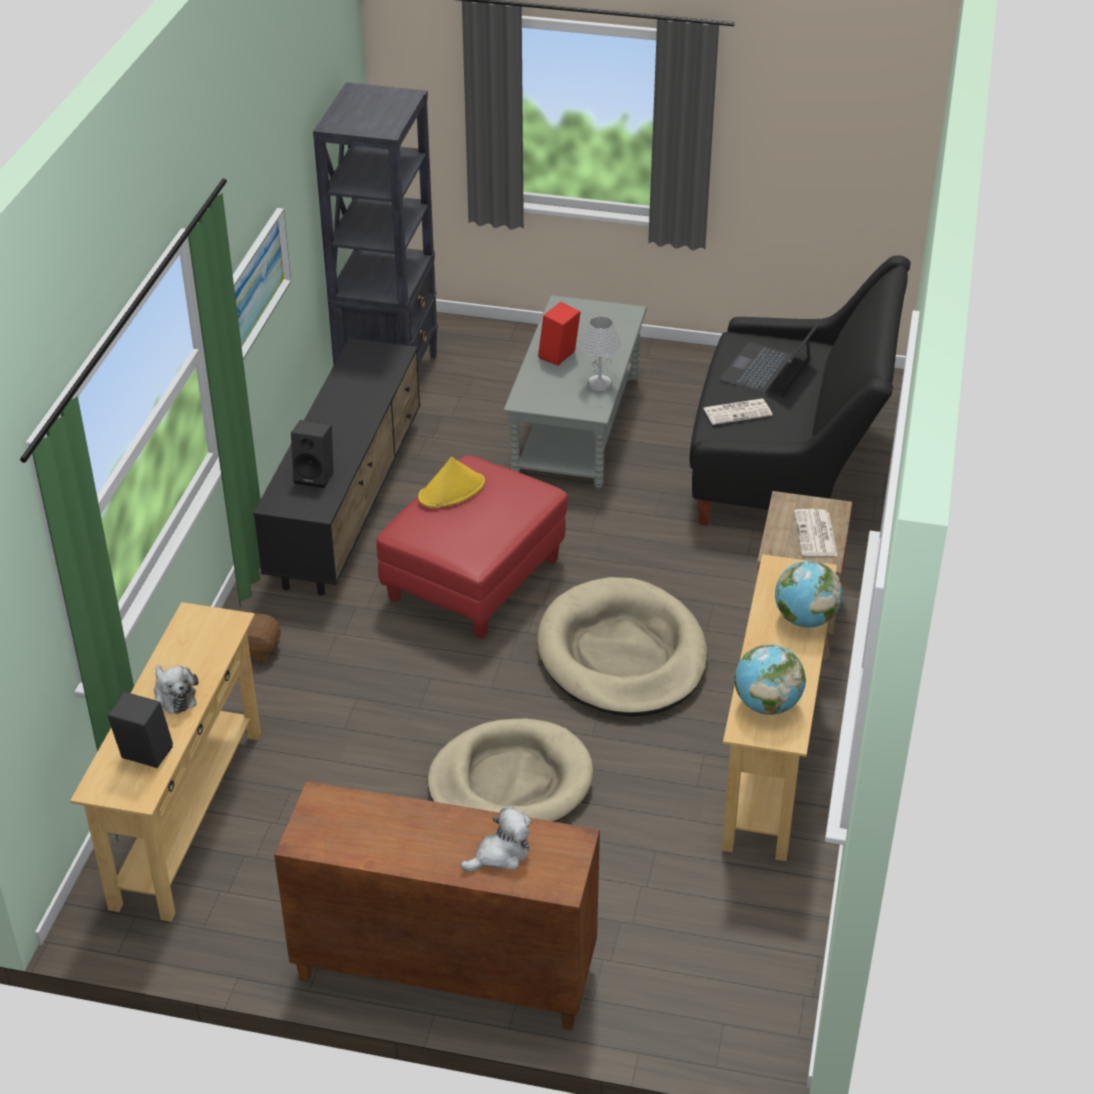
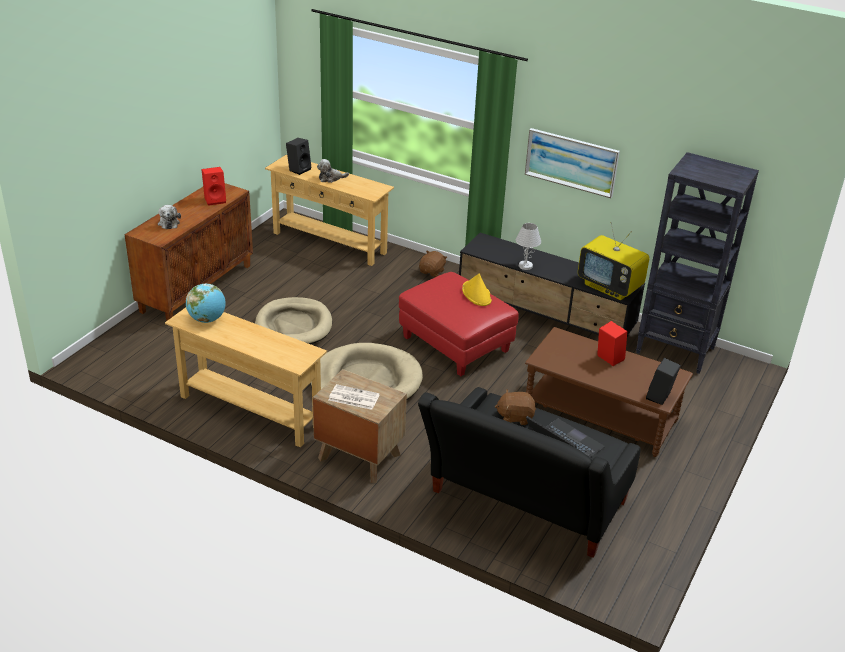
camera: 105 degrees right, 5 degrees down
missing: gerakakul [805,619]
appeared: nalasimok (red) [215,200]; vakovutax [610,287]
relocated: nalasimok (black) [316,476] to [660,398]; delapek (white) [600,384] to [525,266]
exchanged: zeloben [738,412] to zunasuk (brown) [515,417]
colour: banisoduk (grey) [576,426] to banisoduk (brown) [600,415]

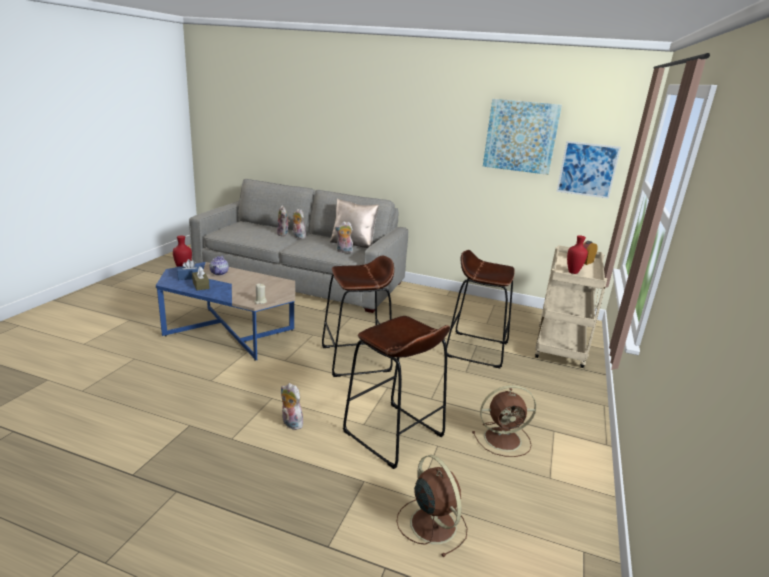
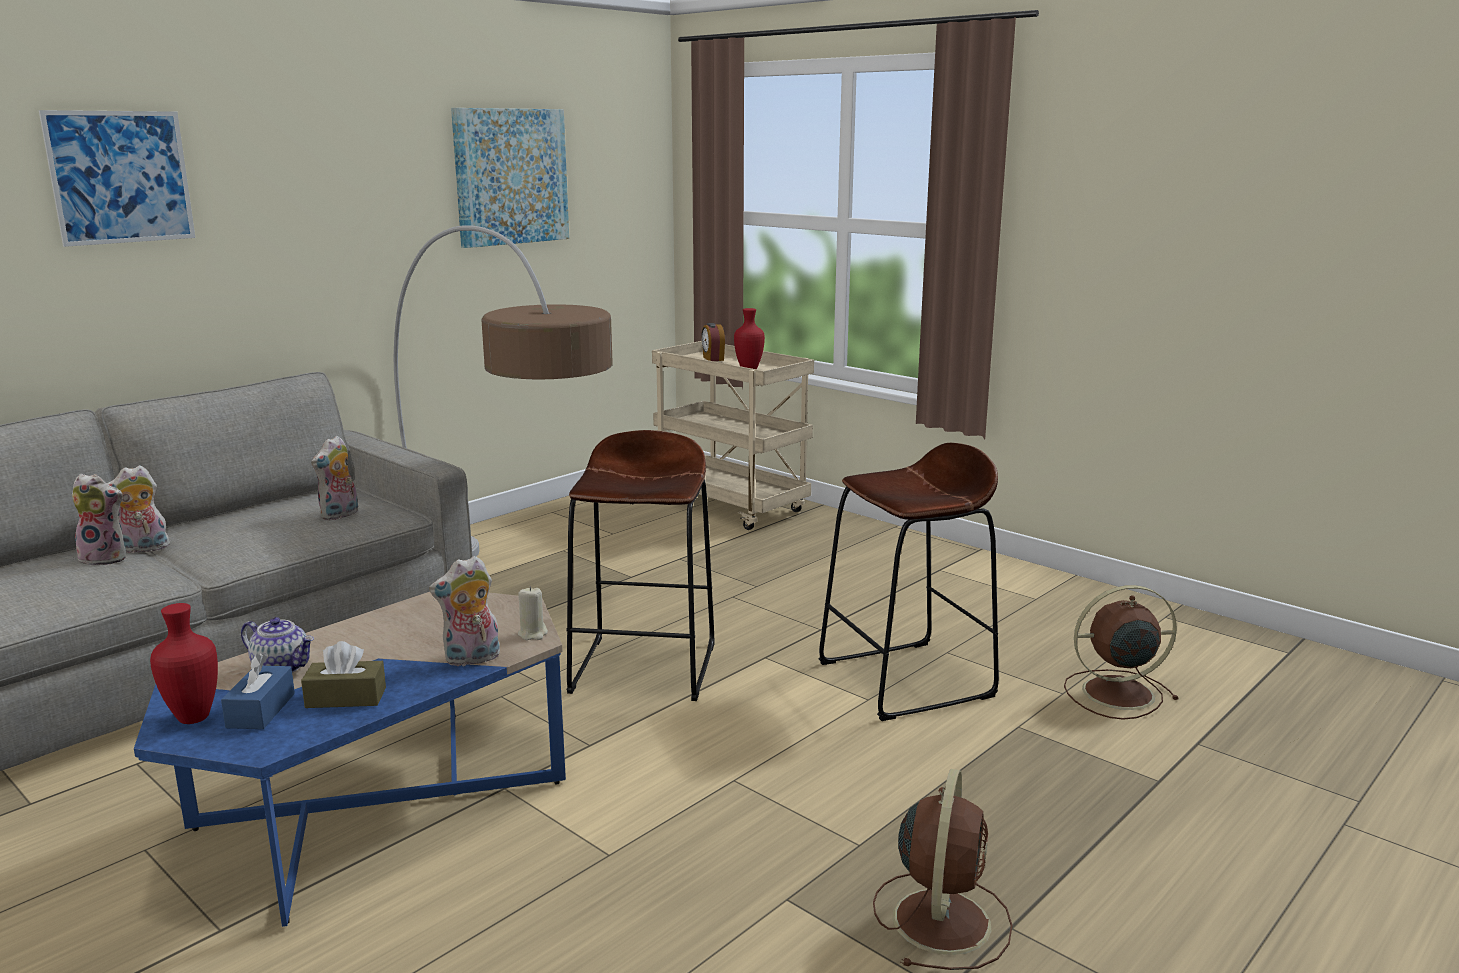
camera: 65 degrees left, 5 degrees down
missing: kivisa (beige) [353,244]; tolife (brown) [476,349]
appeared: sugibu [506,585]
relocated: zunasuk [290,424] to [471,659]; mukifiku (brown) [504,439] to [942,918]; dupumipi [587,169] to [120,177]

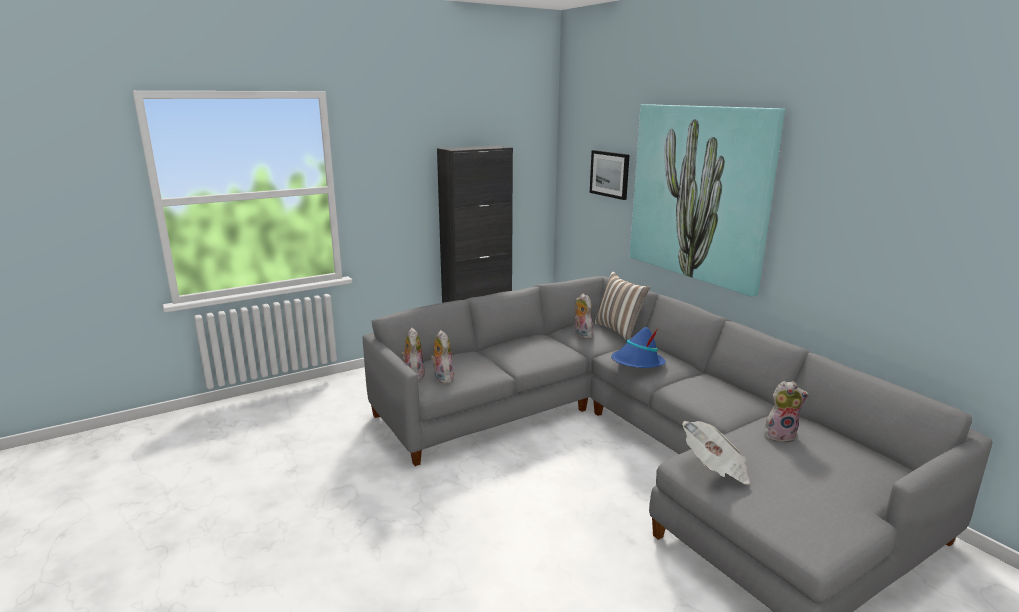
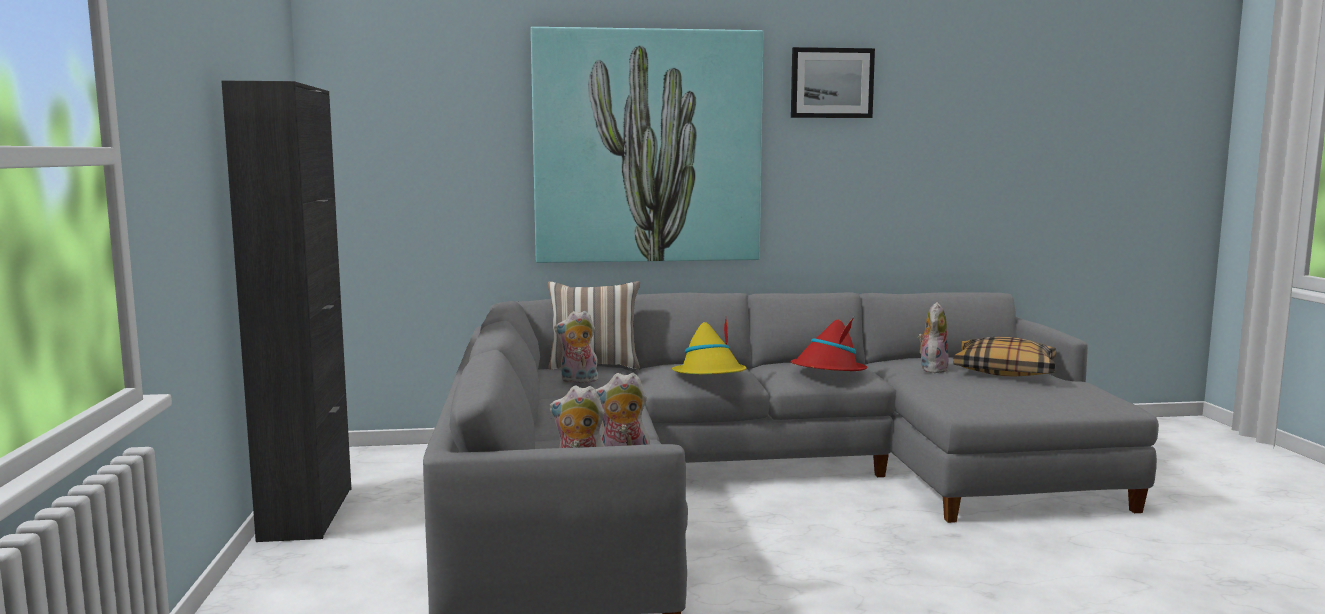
camera: 65 degrees left, 10 degrees down
missing: zeloben [715,468]
appeared: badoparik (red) [827,371]; kivisa [1004,371]
relocated: dupumipi [610,174] to [831,83]
colour: badoparik (blue) [637,363] to badoparik (yellow) [710,376]

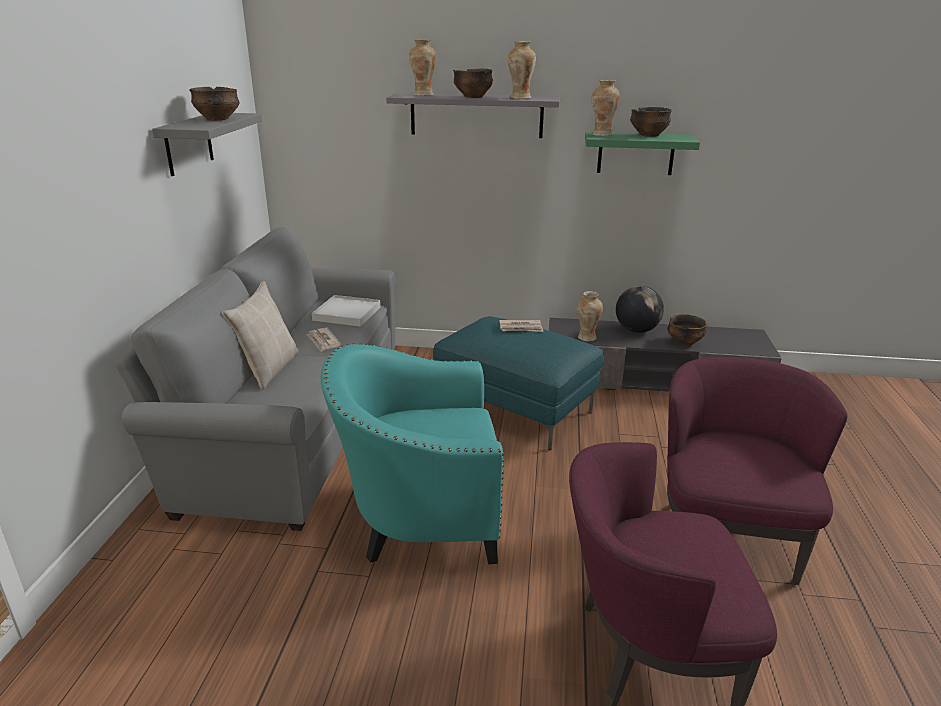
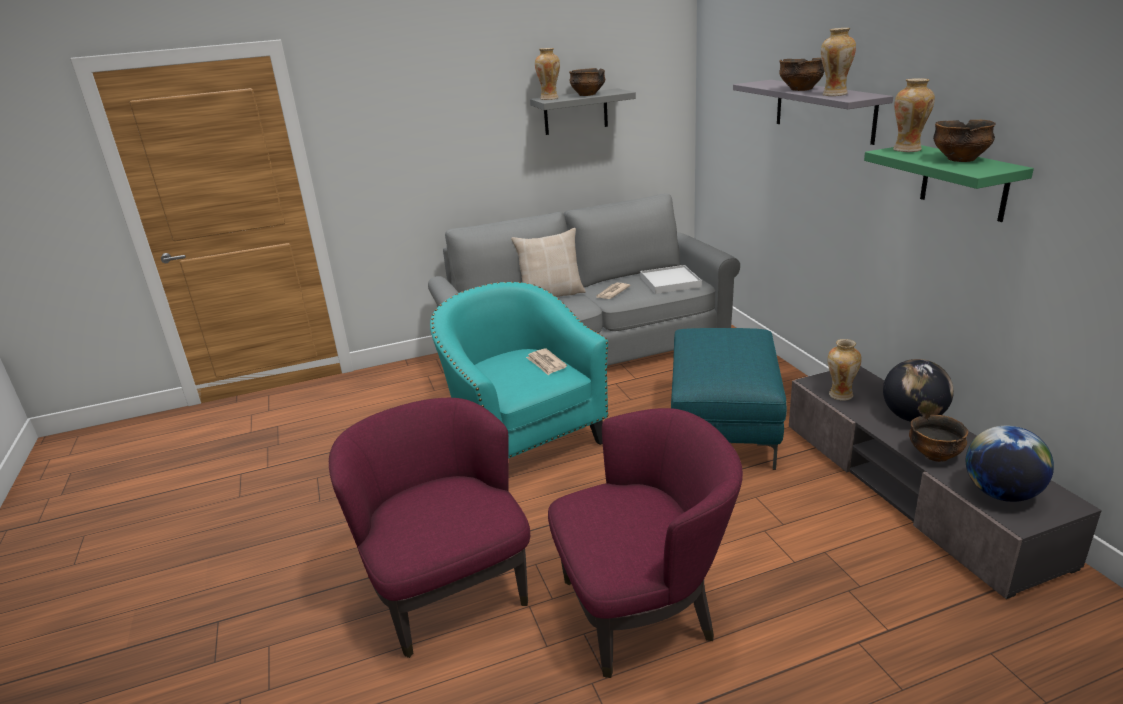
camera: 65 degrees right, 0 degrees up
appeared: gerakakul [1001,493]
relocated: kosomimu [423,95] to [550,98]; zeloben [521,328] to [546,363]

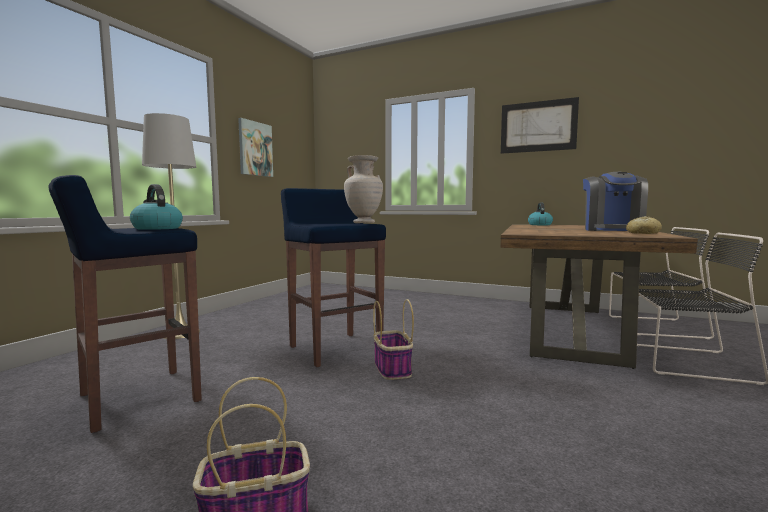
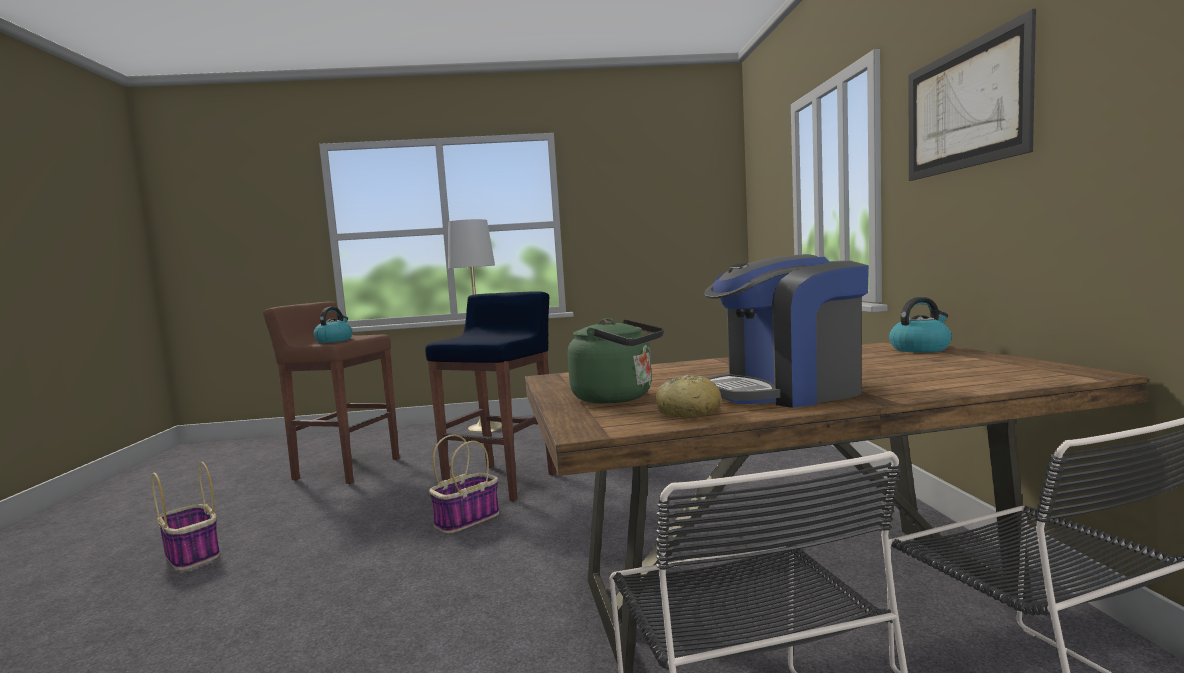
camera: 60 degrees right, 0 degrees up
missing: dupumipi [255,149]; kosomimu (beige) [364,223]
appeared: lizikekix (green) [618,398]
colour: tolife (blue) [137,398] to tolife (brown) [346,469]

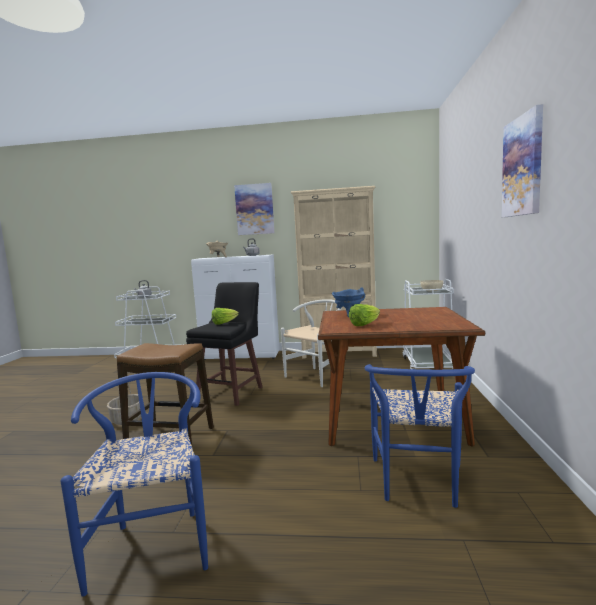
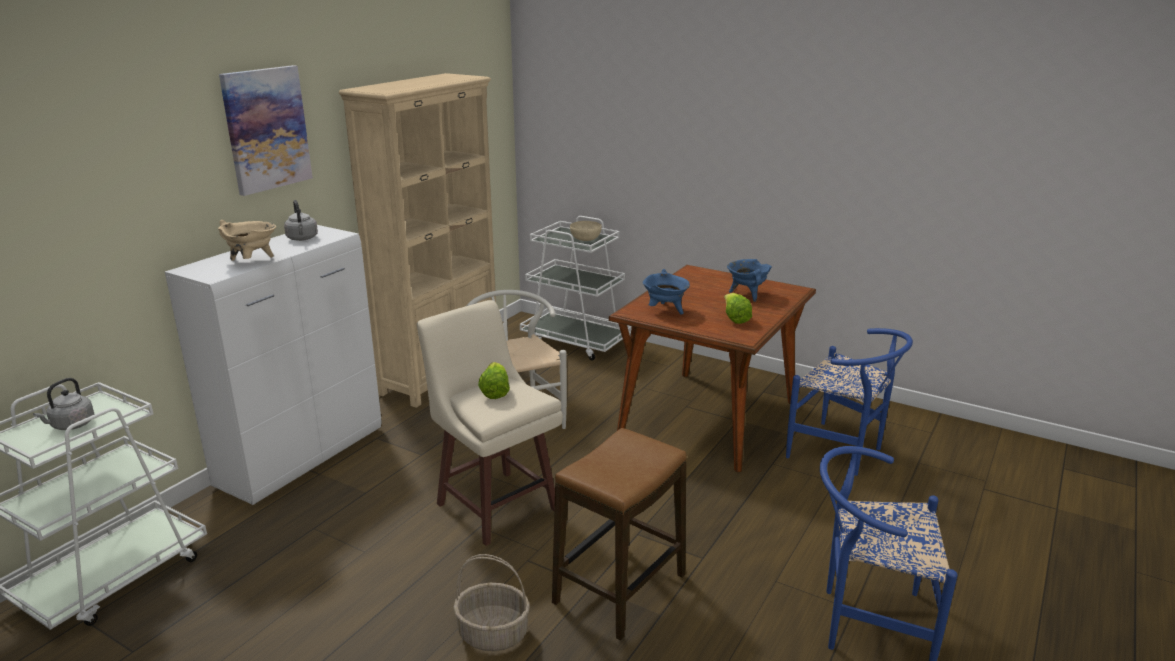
camera: 65 degrees left, 15 degrees up
missing: dupumipi [523,166]
appeared: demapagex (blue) [747,294]
colour: tolife (black) [231,393] to tolife (beige) [495,505]

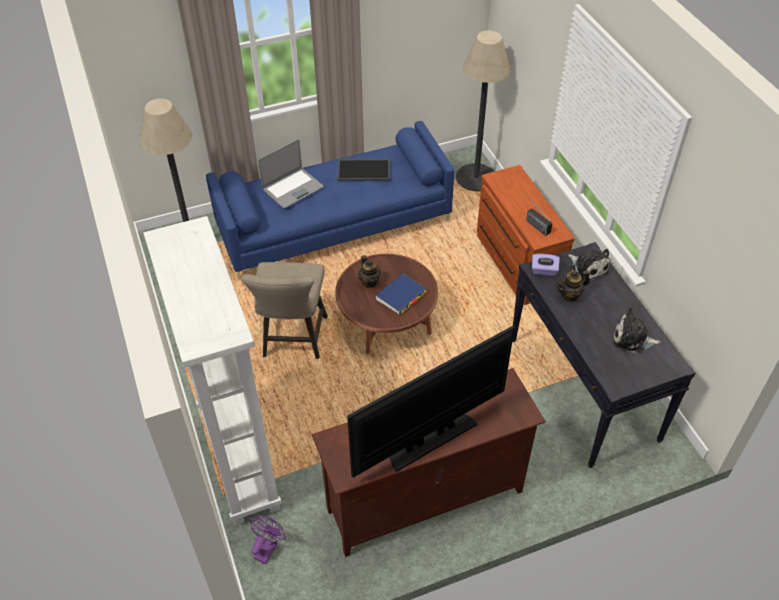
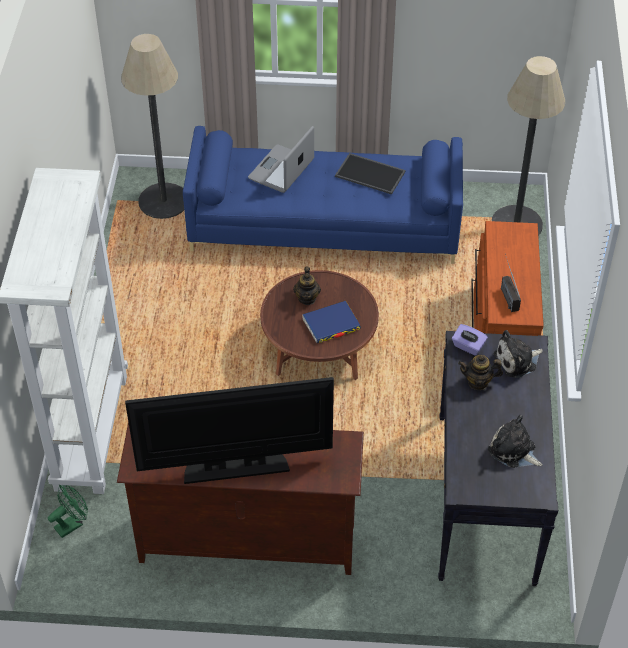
camera: 25 degrees right, 0 degrees up
missing: tolife (beige) [293,341]
colour: mukifiku (purple) [267,547] to mukifiku (green) [72,524]
spun: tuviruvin [292,188] = [282,170] 135 degrees clockwise; zunasuk [587,268] = [517,361] 75 degrees clockwise

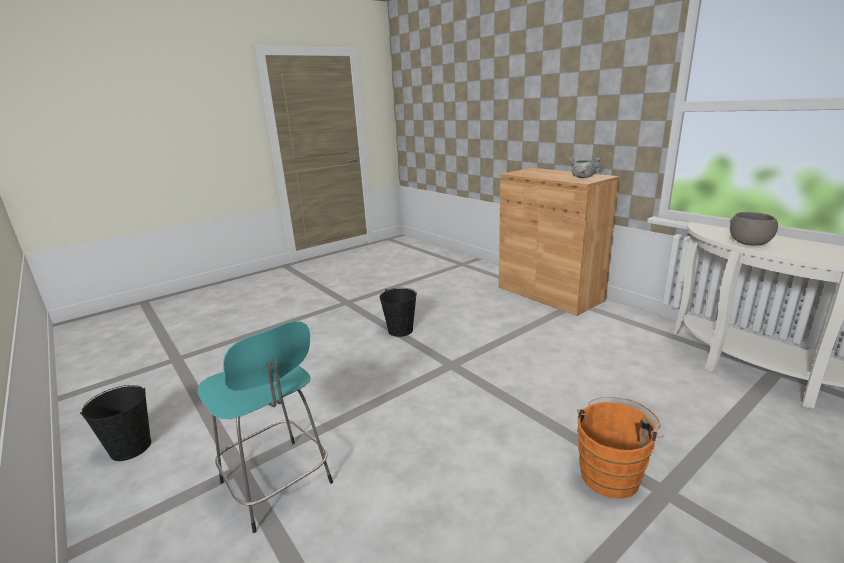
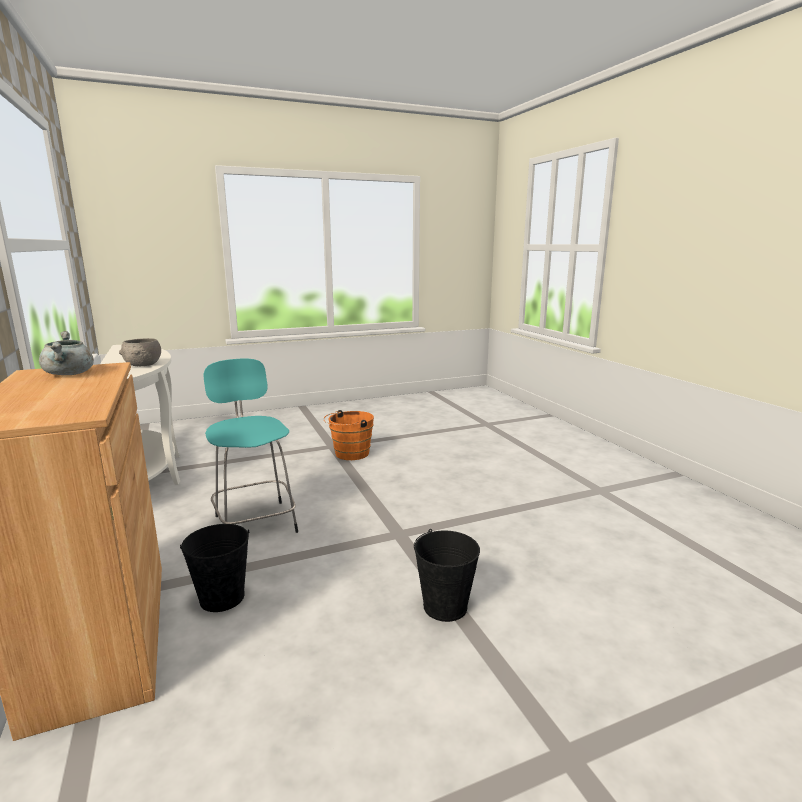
camera: 165 degrees left, 5 degrees down
relocated: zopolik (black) [131,448] to [222,597]; tolife (turquoise) [278,485] to [255,522]

